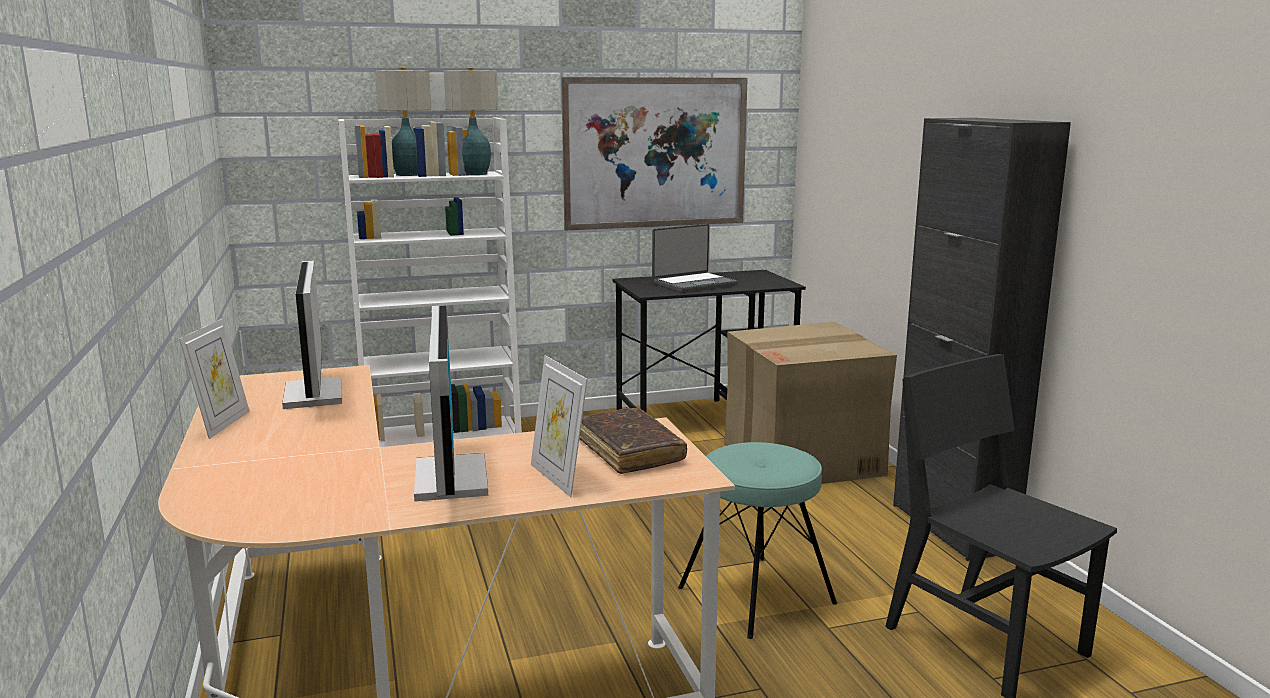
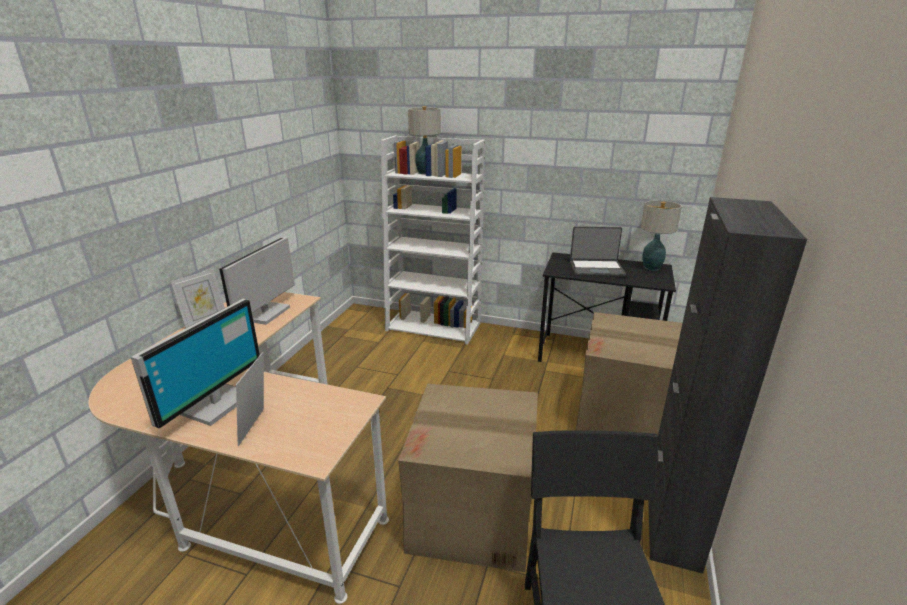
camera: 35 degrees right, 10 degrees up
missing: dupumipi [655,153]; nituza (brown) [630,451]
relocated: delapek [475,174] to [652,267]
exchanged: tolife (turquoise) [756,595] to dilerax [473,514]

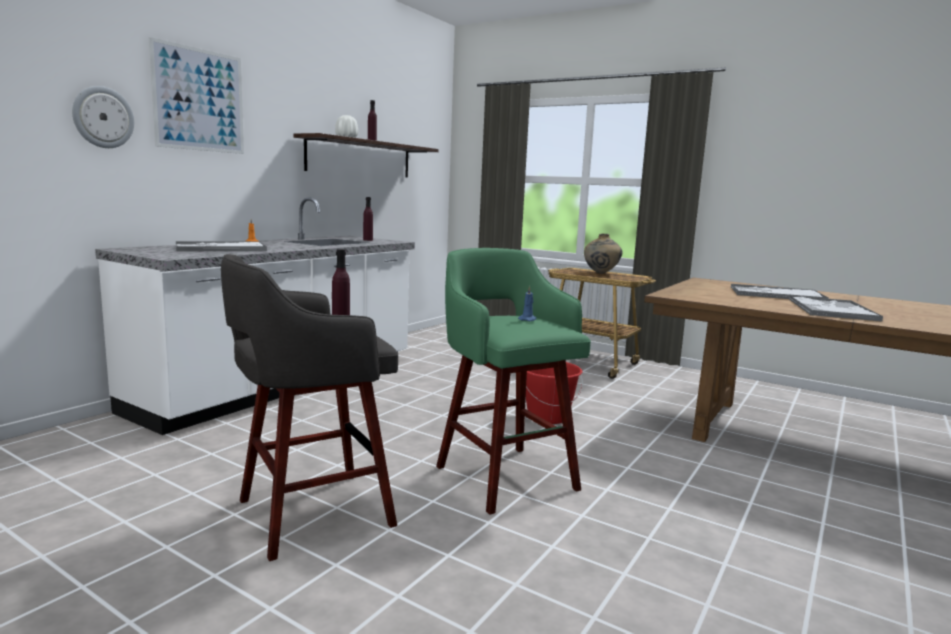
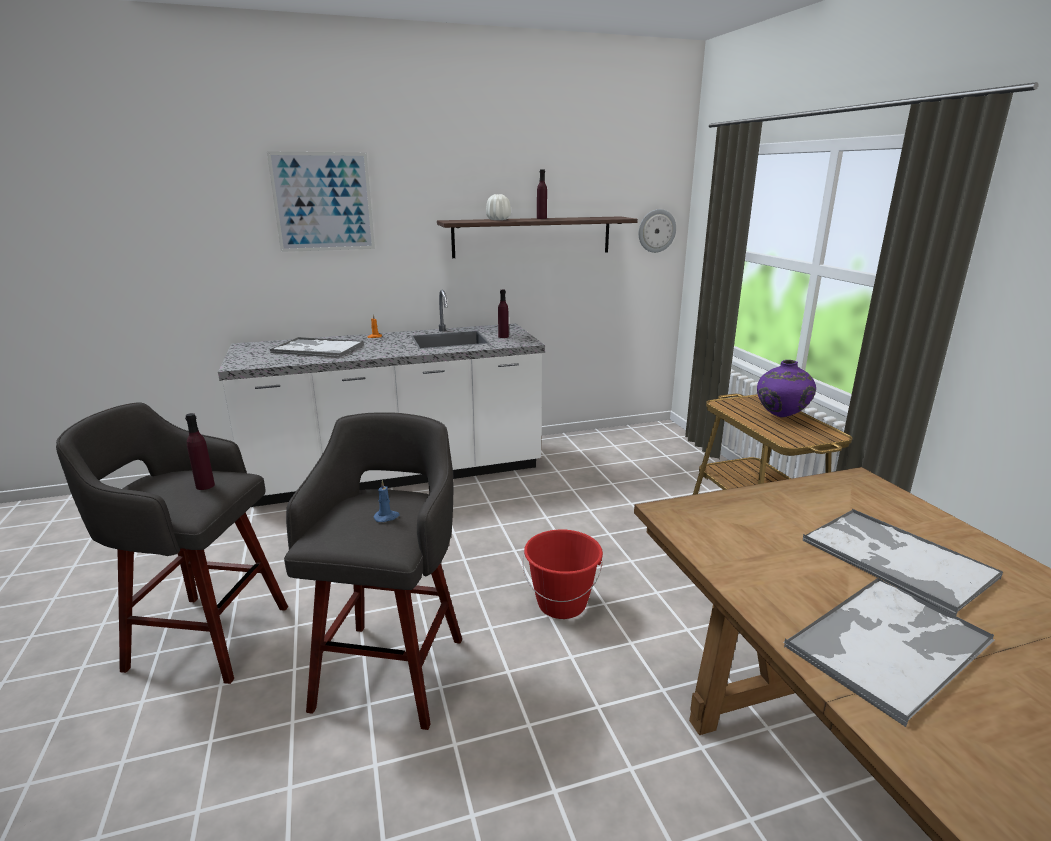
camera: 40 degrees right, 10 degrees up
relocated: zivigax [103,117] to [656,231]
colour: tolife (green) [504,476] to tolife (grey) [392,669]; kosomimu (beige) [601,274] to kosomimu (purple) [781,417]

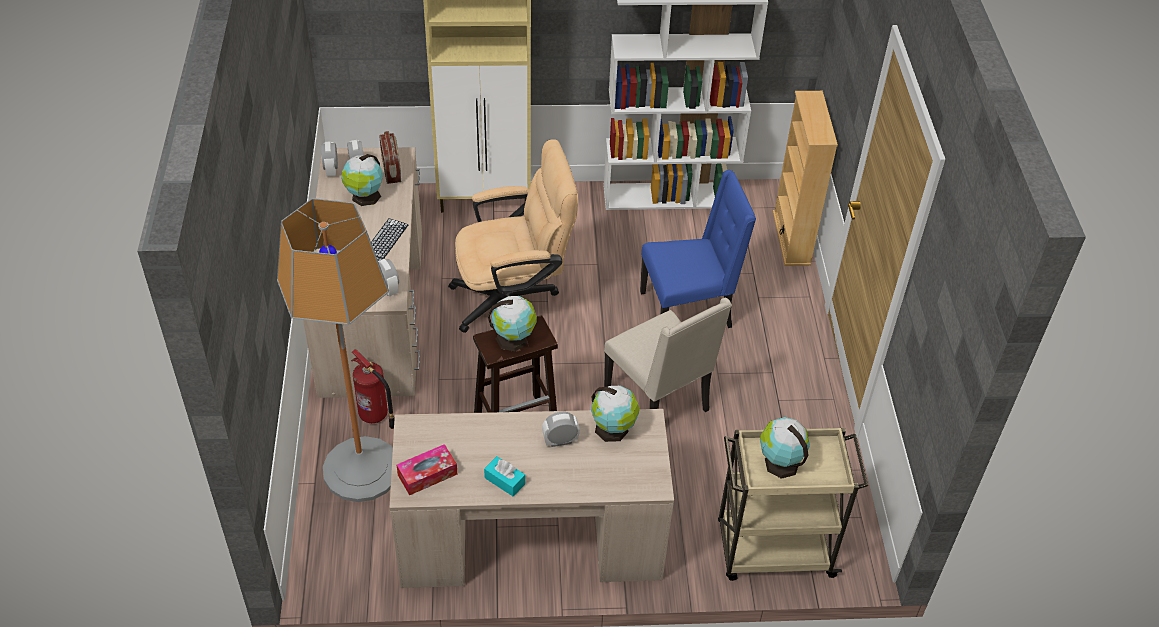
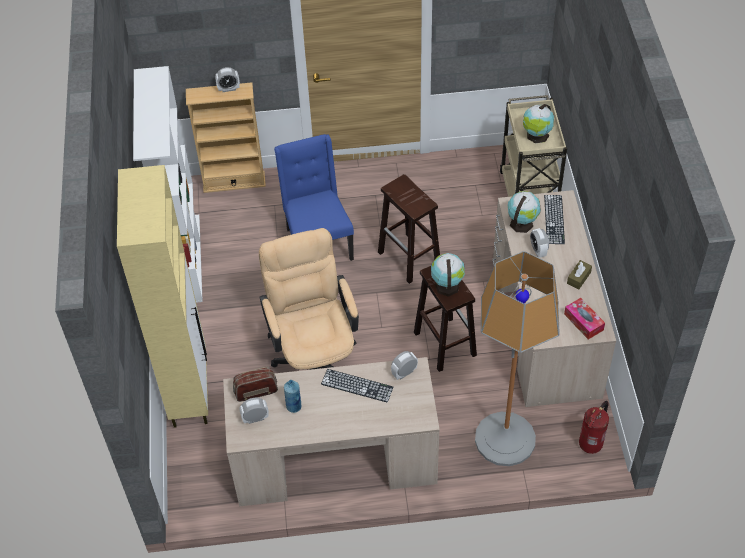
camera: 90 degrees left, 5 degrees up
appeared: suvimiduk [554,219]
relocated: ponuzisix [331,170] to [228,89]; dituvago [375,416] to [591,443]
exchanged: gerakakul [365,197] to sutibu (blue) [294,406]; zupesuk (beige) [659,400] to tolife (brown) [410,258]
colour: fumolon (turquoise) [504,481] to fumolon (brown) [578,278]

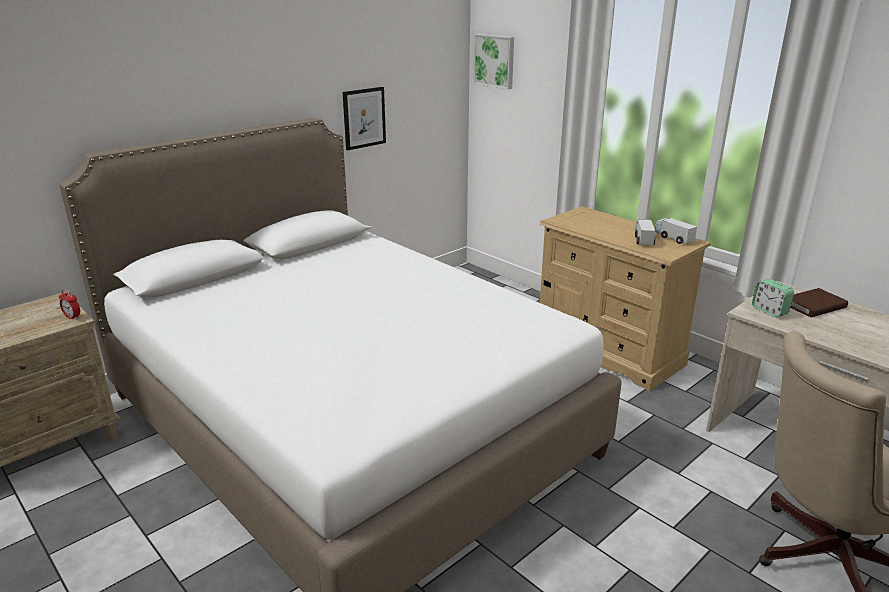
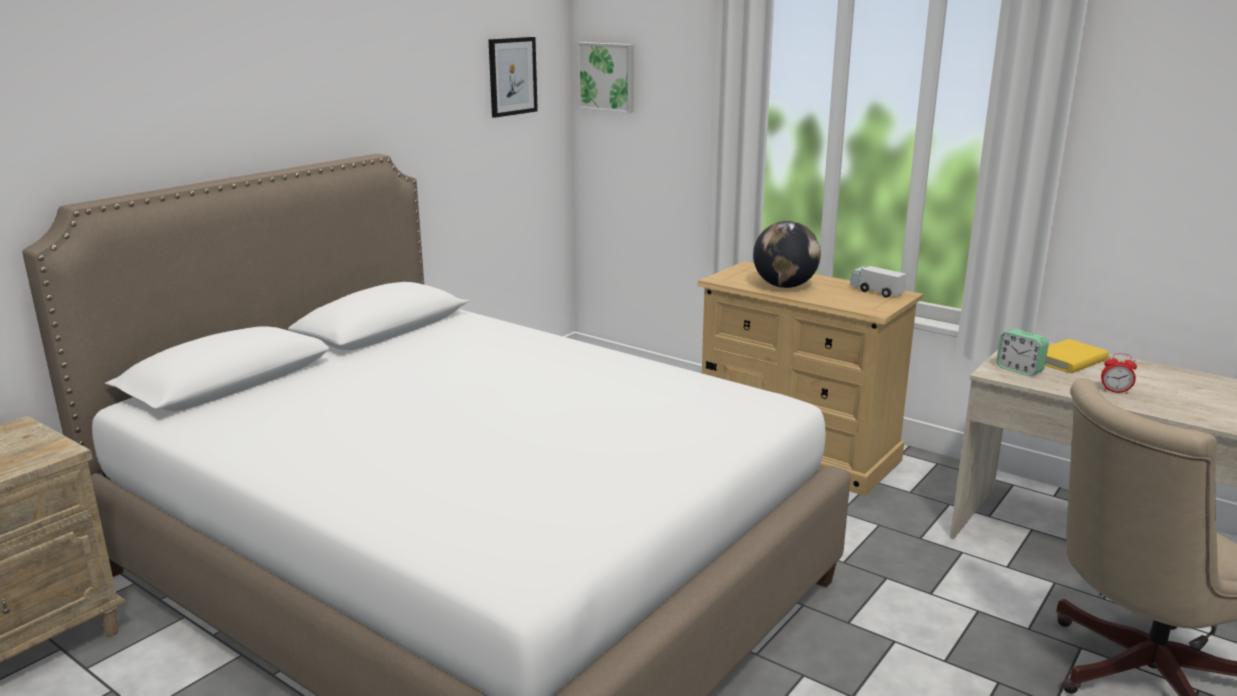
camera: 10 degrees left, 5 degrees down
missing: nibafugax [643,239]
appeared: gerakakul [784,286]
relocated: ponuzisix [72,317] to [1115,391]; dupumipi [364,118] to [512,76]
colour: nituza (brown) [814,306] to nituza (yellow) [1069,360]

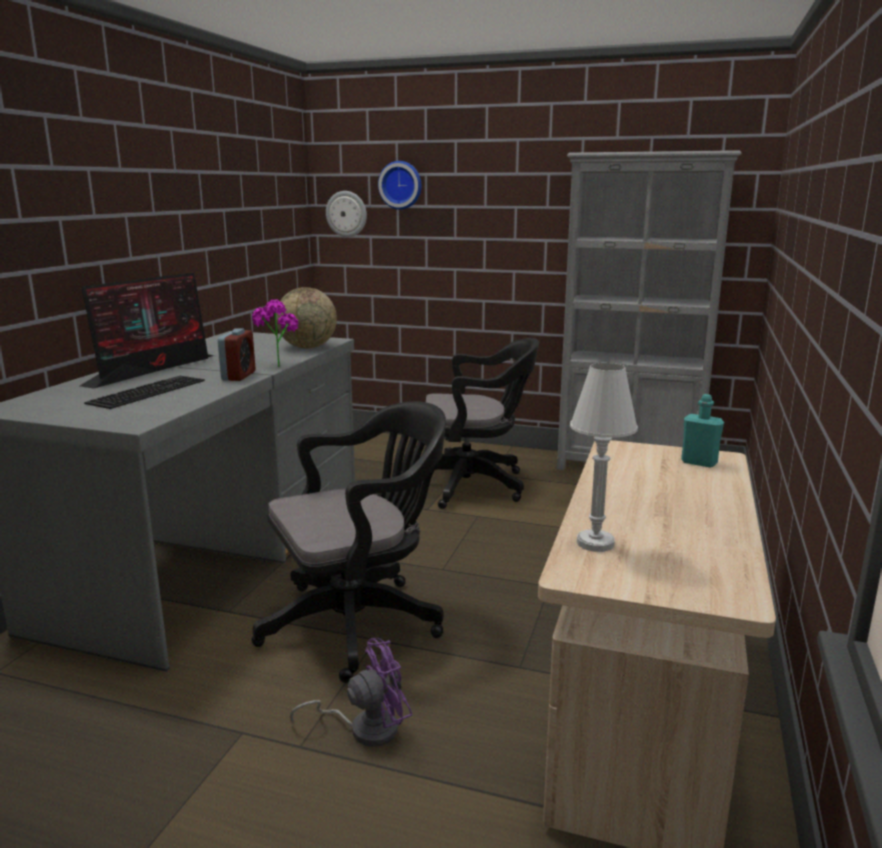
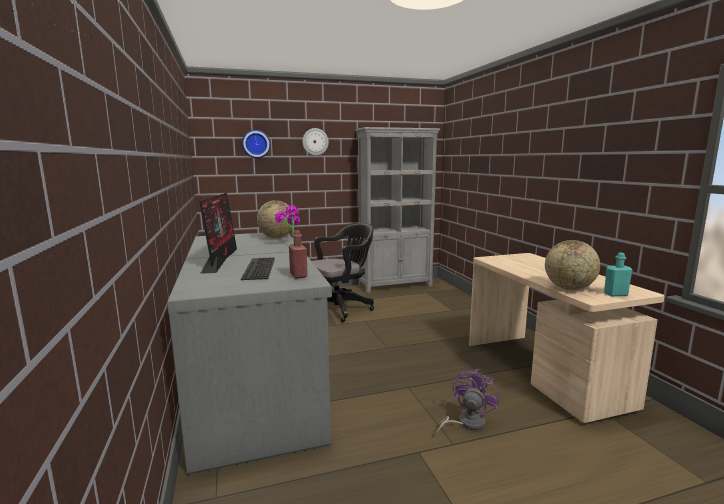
camera: 35 degrees left, 5 degrees down
missing: ponuzisix [238,376]; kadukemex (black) [359,622]
appeared: sutibu (red) [298,275]
relocated: zivigax [346,214] to [315,141]; sutibu (turquoise) [699,462] to [615,294]
exchanged: delapek (white) [595,543] to gerakakul [569,288]

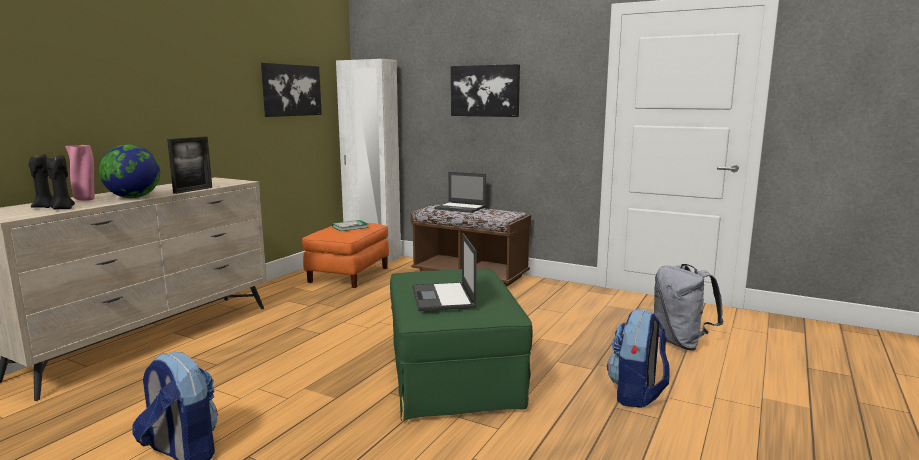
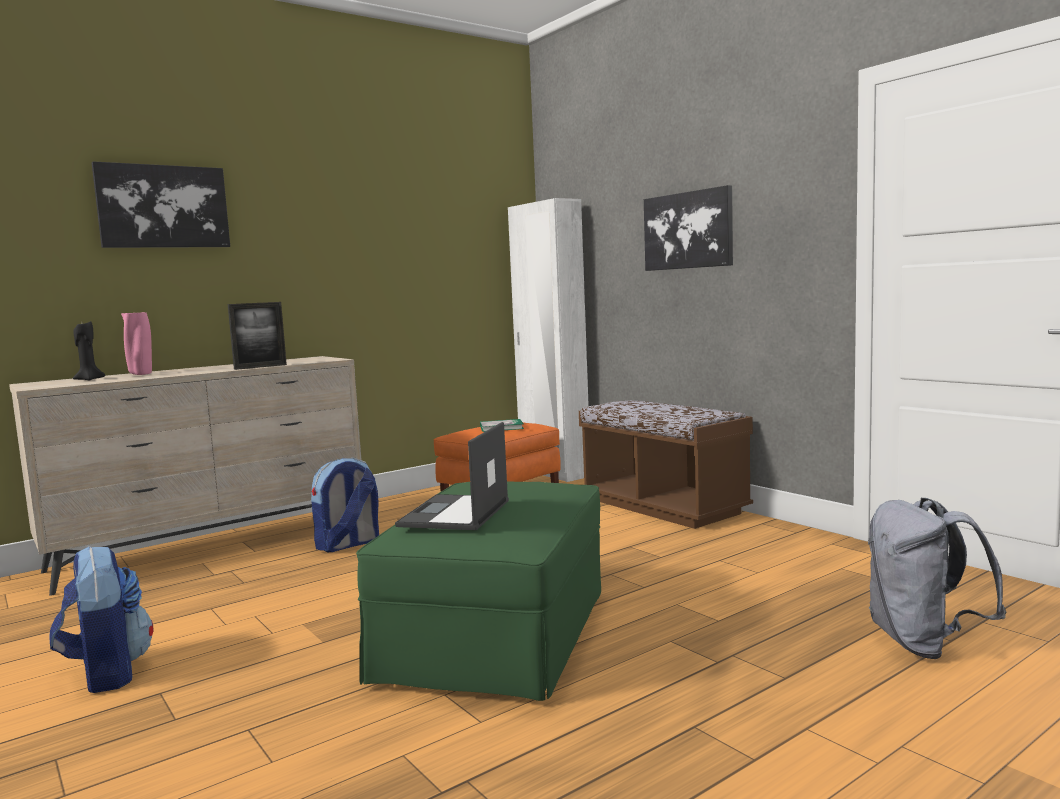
camera: 25 degrees right, 5 degrees down
missing: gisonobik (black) [62,208]; gerakakul [133,197]; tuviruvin [461,208]
relocated: dupumipi [291,90] to [163,207]; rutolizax [637,394] to [348,545]

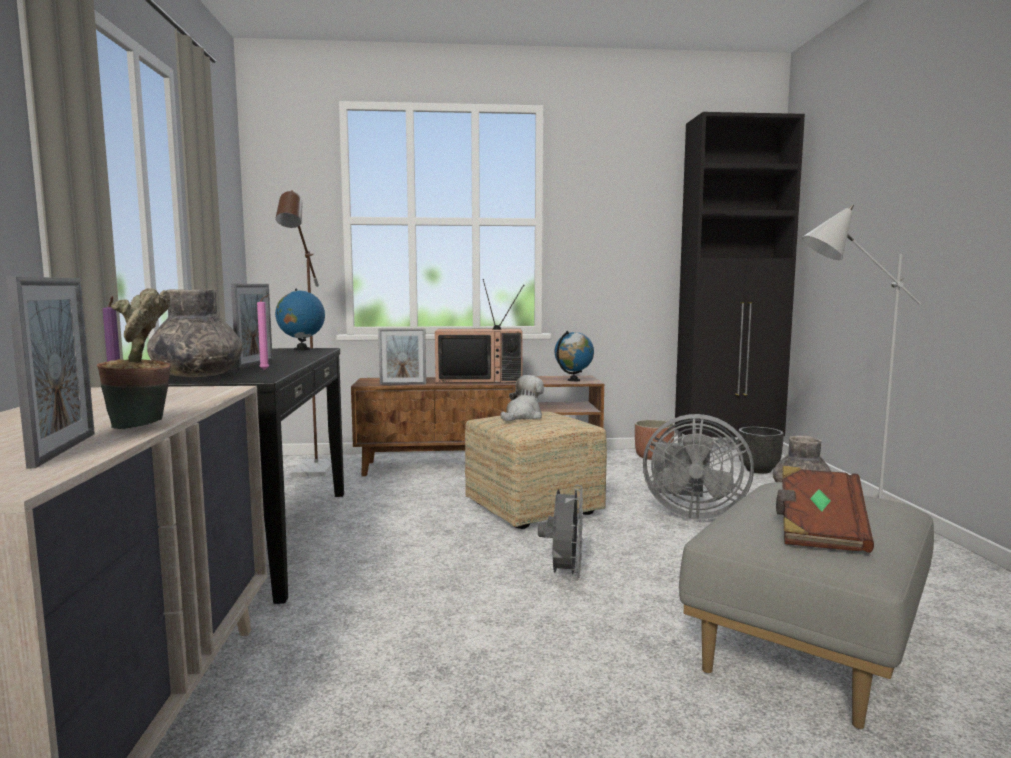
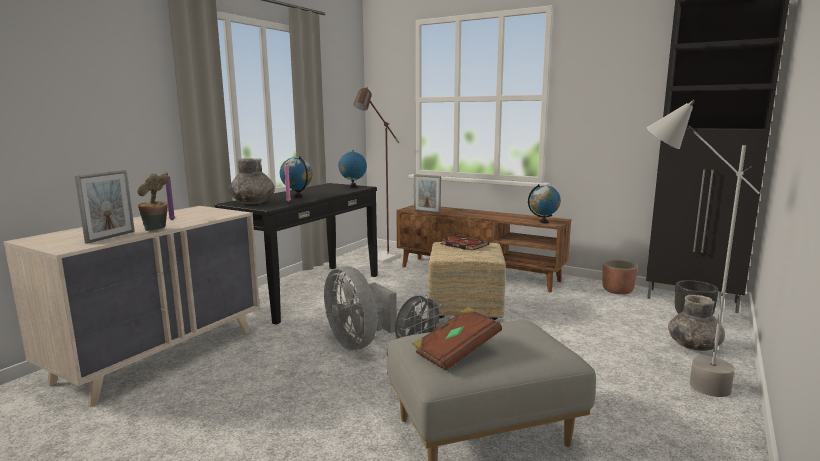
camera: 35 degrees right, 5 degrees up
missing: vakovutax [480,380]
relocated: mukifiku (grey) [691,513] to [358,342]
exchanged: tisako [255,364] to gerakakul [297,197]; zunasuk [522,416] to nituza [462,244]

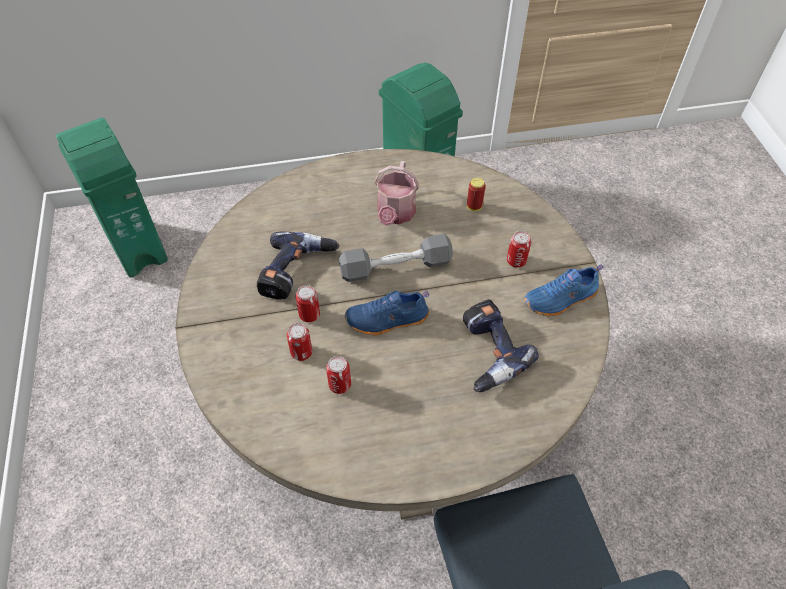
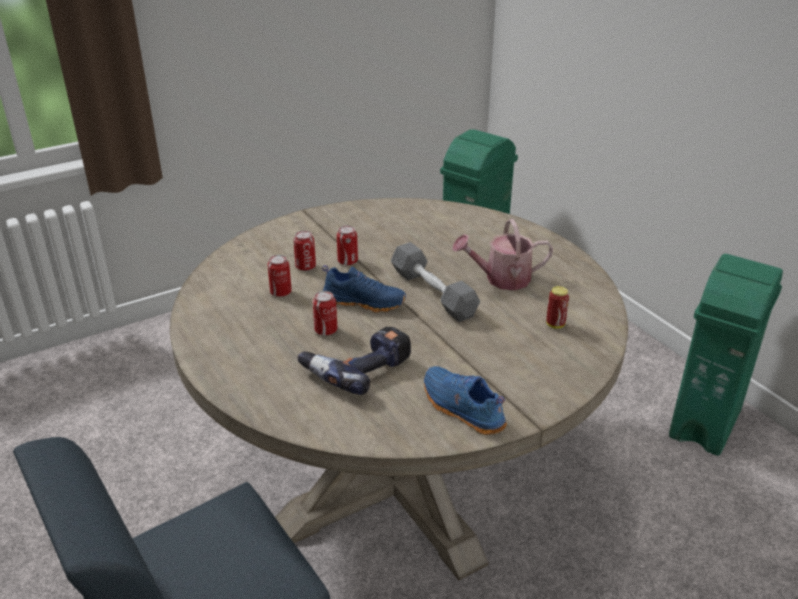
camera: 70 degrees right, 20 degrees down
missing: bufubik [297,272]
relocated: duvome [516,261] to [326,330]
spun: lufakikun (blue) [387,321] = [364,302] 135 degrees clockwise

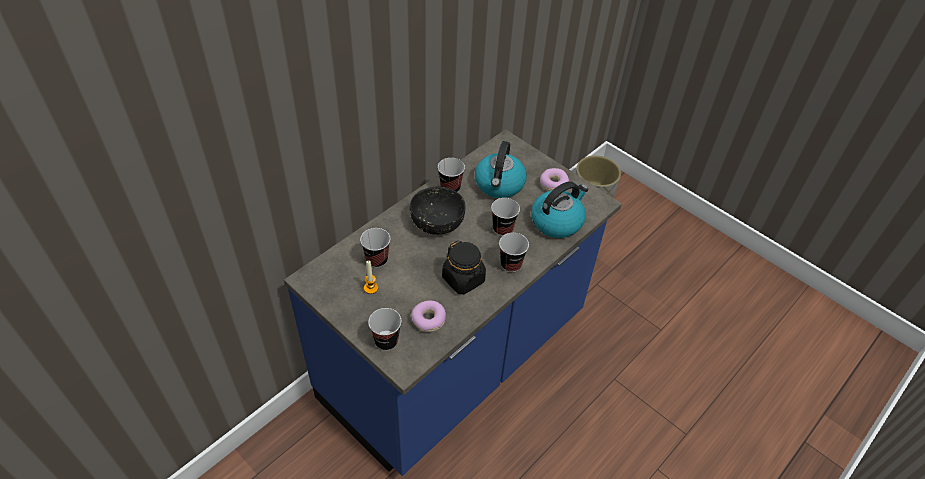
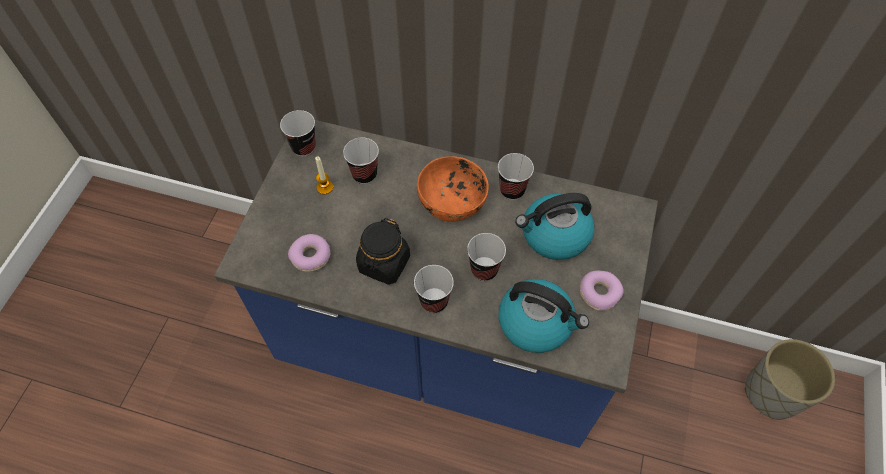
camera: 65 degrees right, 10 degrees up
relocated: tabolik [386,341] to [304,147]
colour: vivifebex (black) [438,221] to vivifebex (orange) [453,202]

